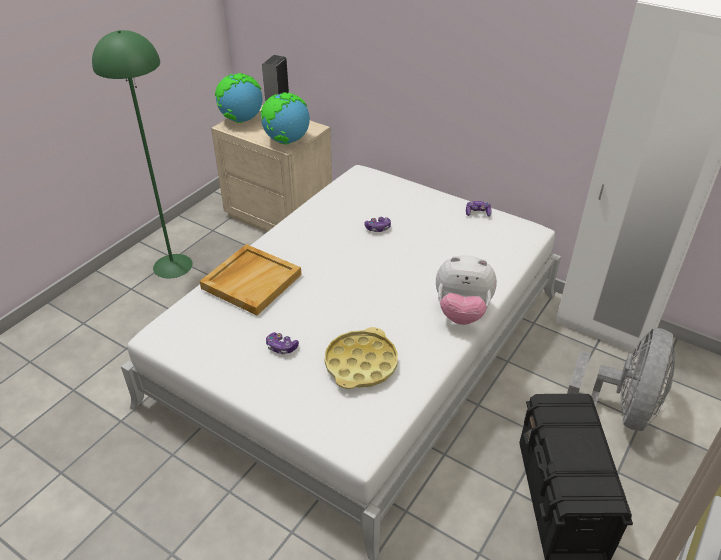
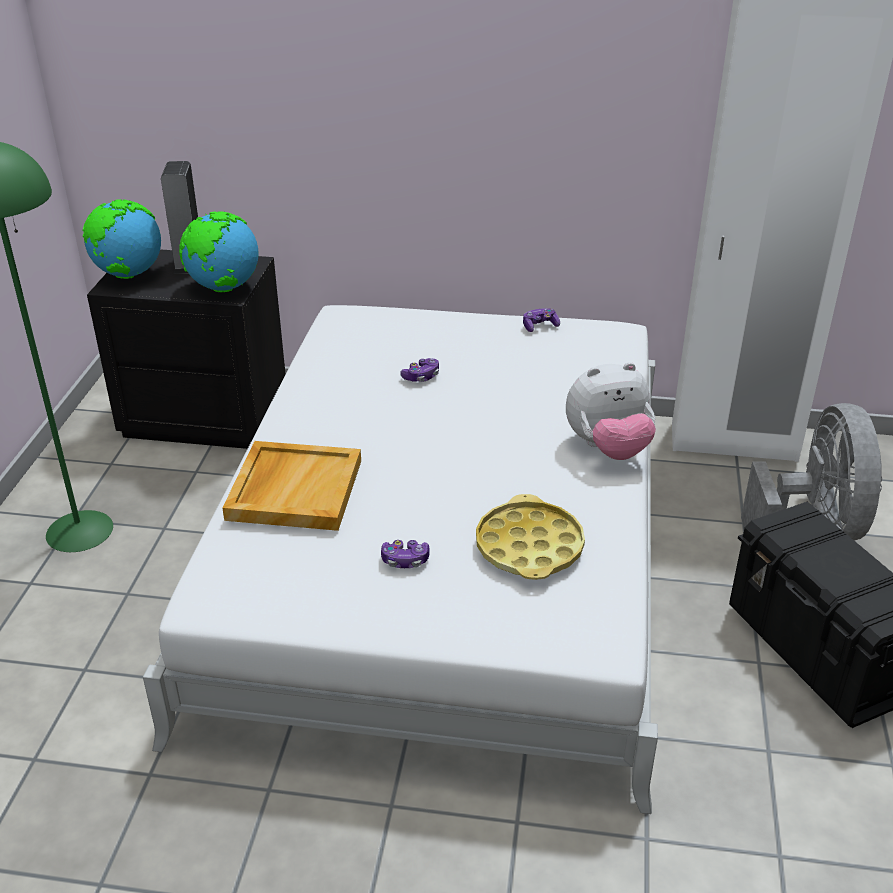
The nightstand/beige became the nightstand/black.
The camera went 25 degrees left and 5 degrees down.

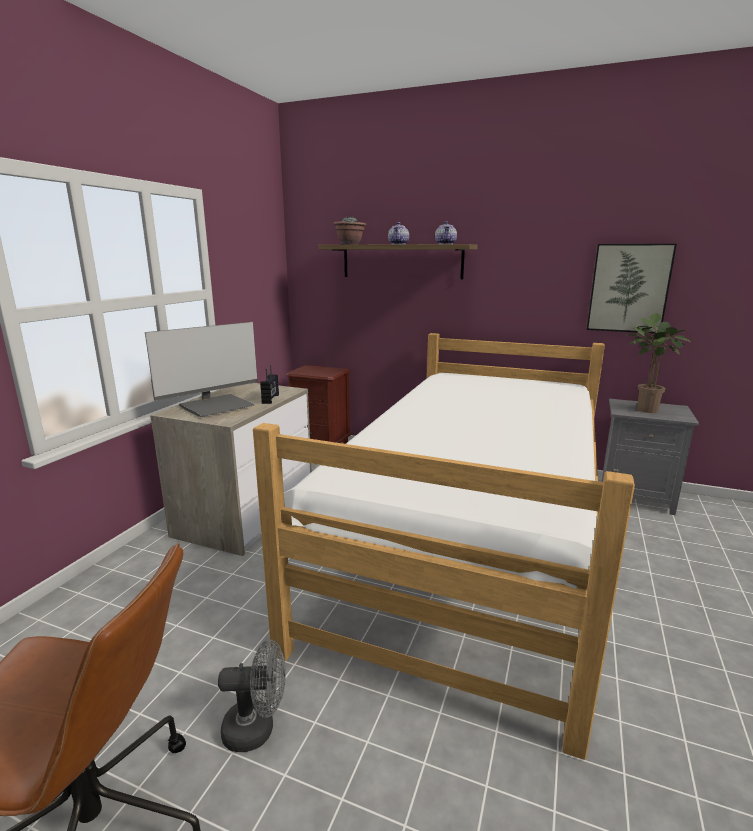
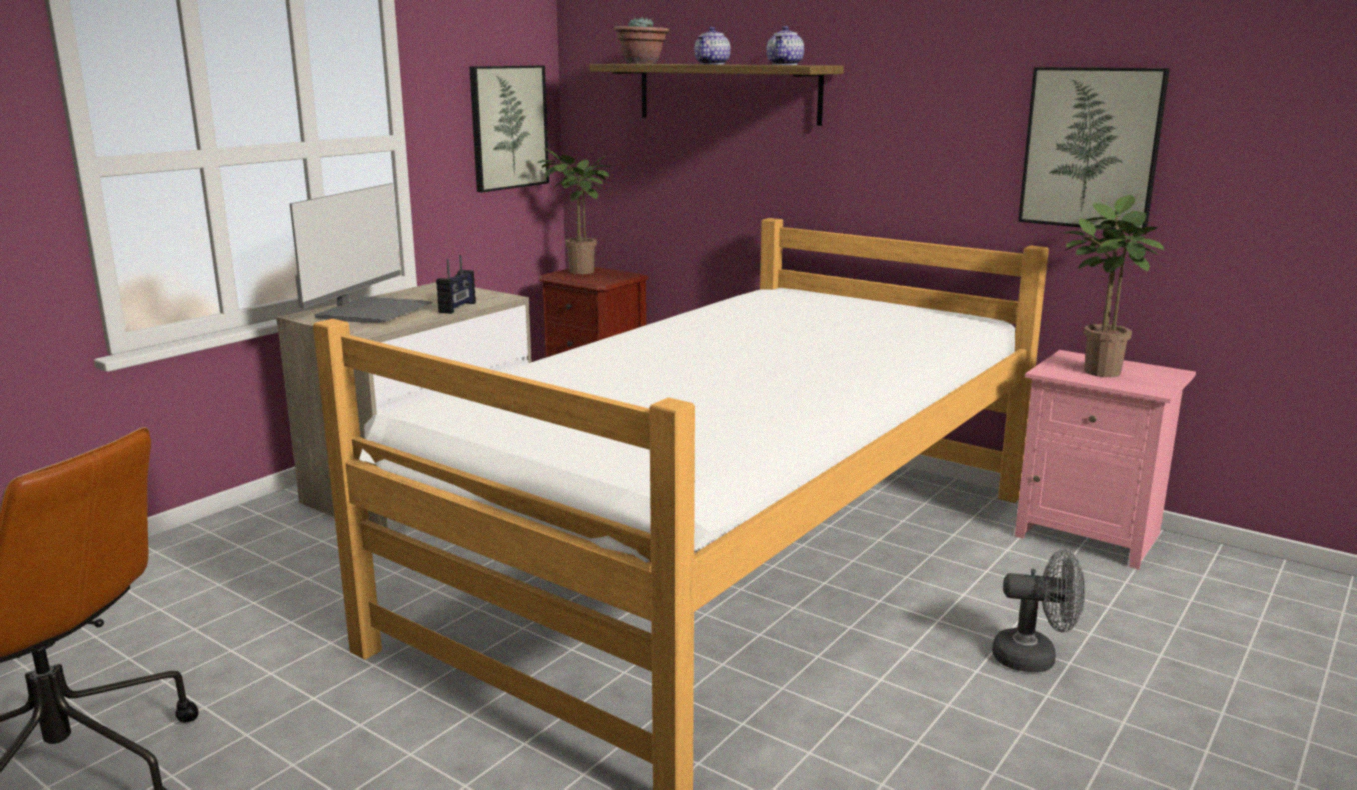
The picture (1st from left) appeared.
The potted plant (1st from left) appeared.
The fan/grey moved.
The nightstand/grey became the nightstand/pink.
The monitor turned 45 degrees counterclockwise.
The camera went 15 degrees right and 0 degrees up.

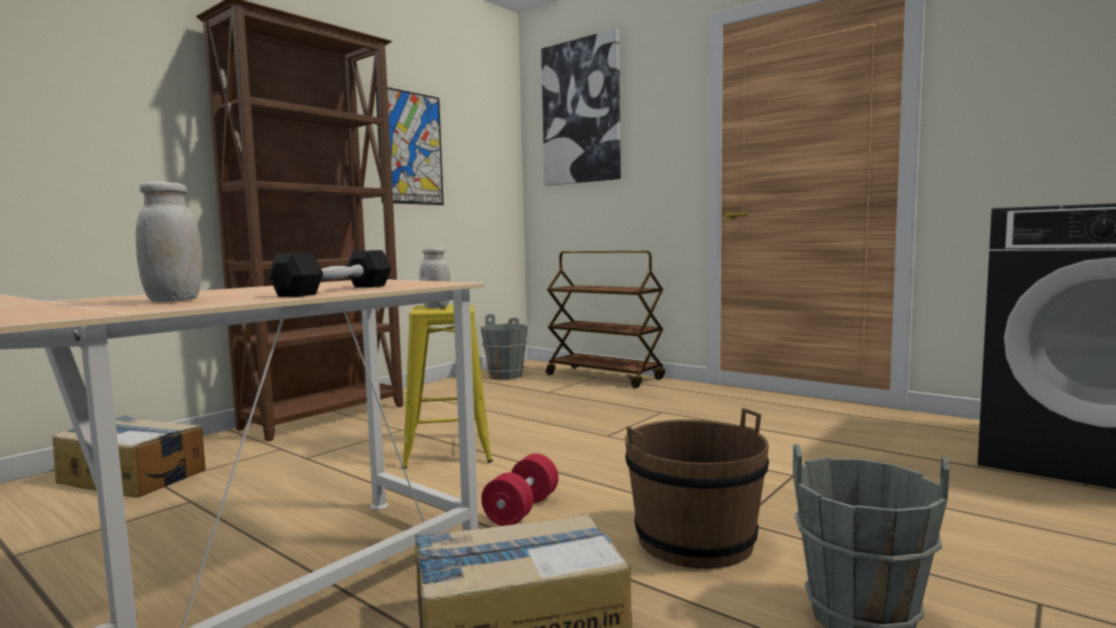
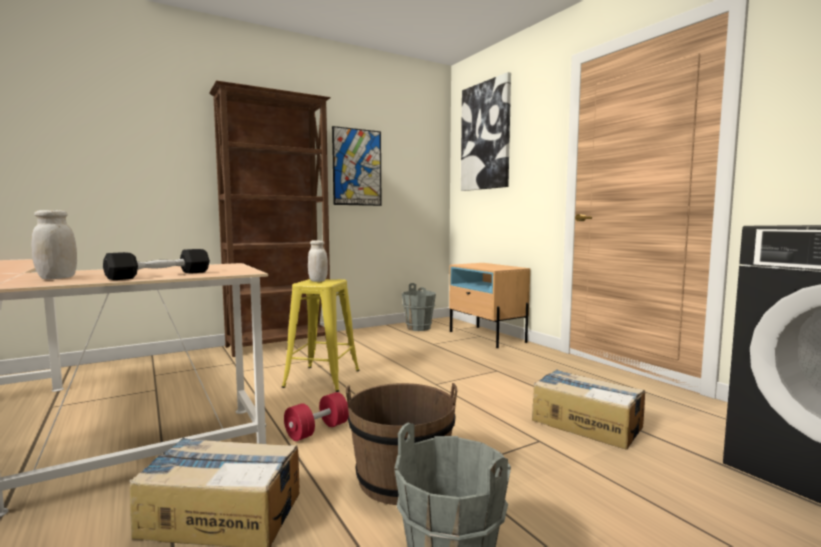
The cardboard box (1st from left in the first image) moved.
The cart/brown was replaced by the nightstand/beige.
The camera went 20 degrees right and 0 degrees up.

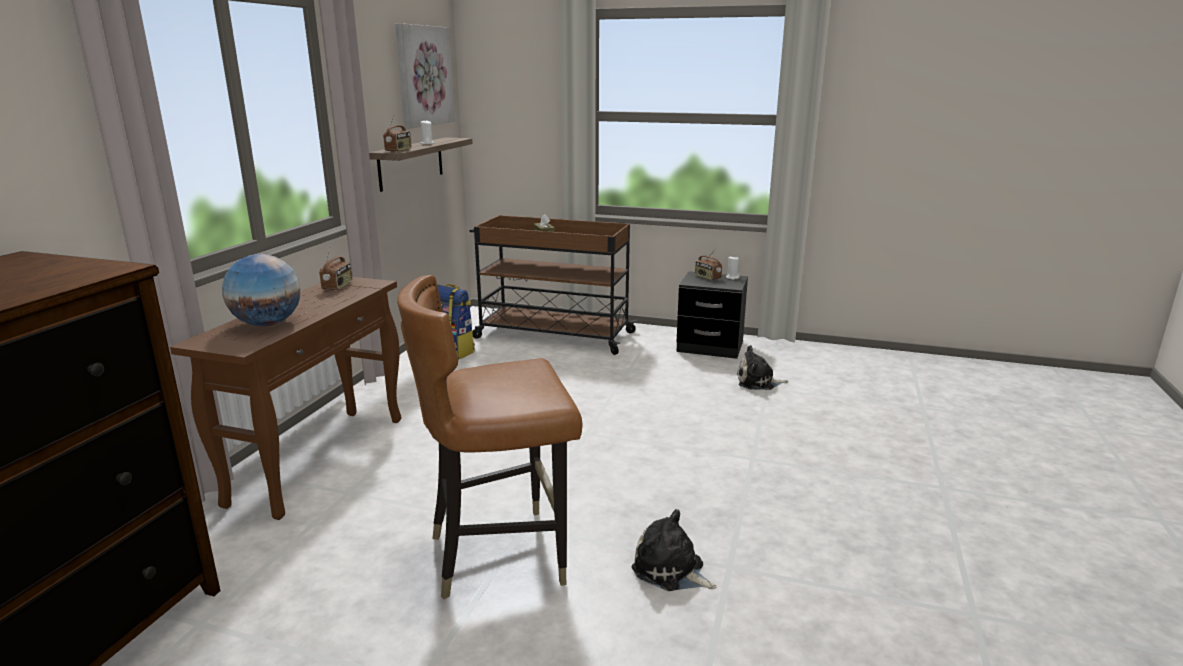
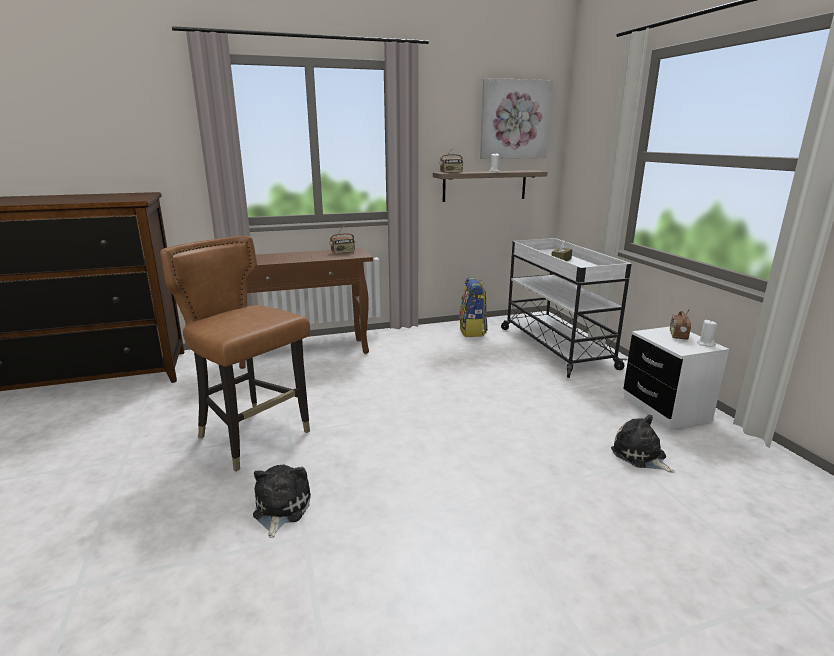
The globe disappeared.
The cart/brown became the cart/white.
The nightstand/black became the nightstand/white.
The camera went 55 degrees right and 0 degrees up.

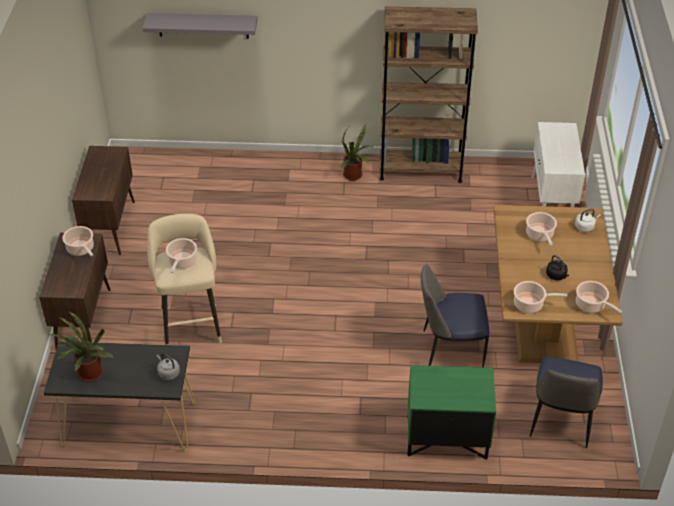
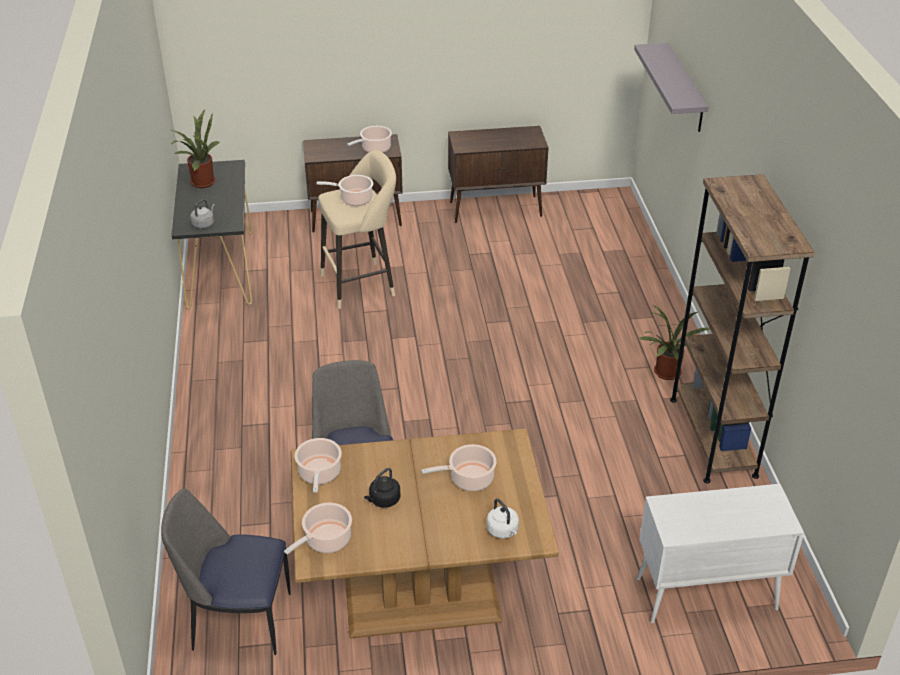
The nightstand/green disappeared.
The camera went 80 degrees right and 5 degrees down.

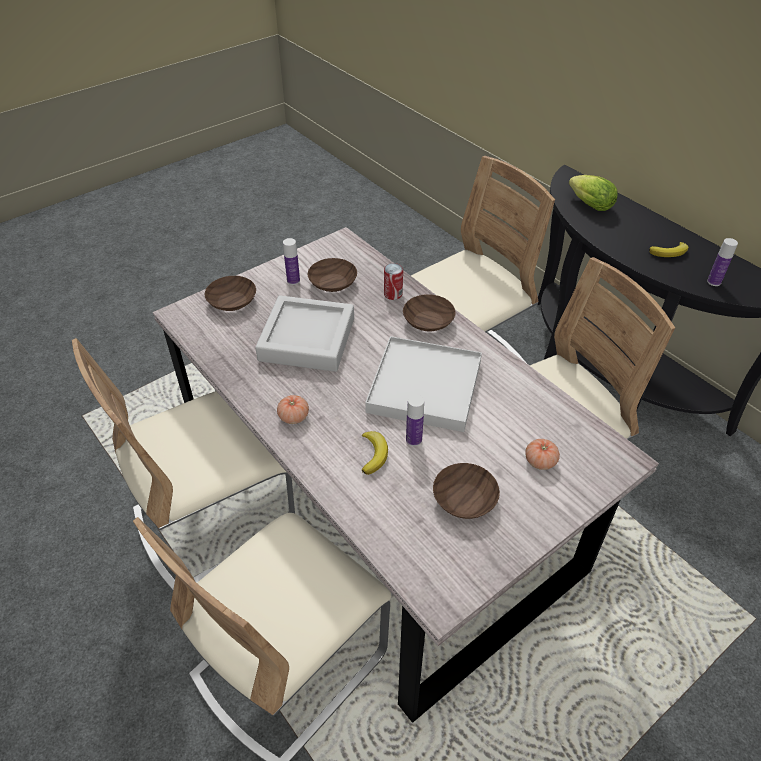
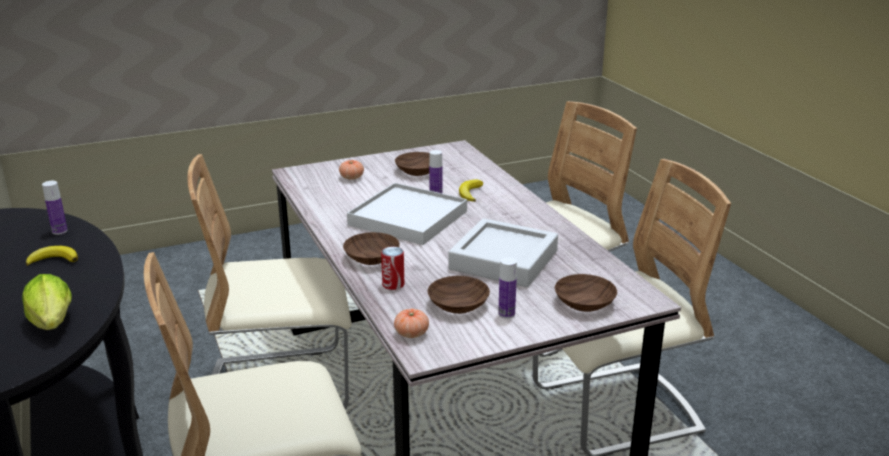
The tomato (1st from left in the first image) moved.
The camera went 165 degrees left and 20 degrees down.

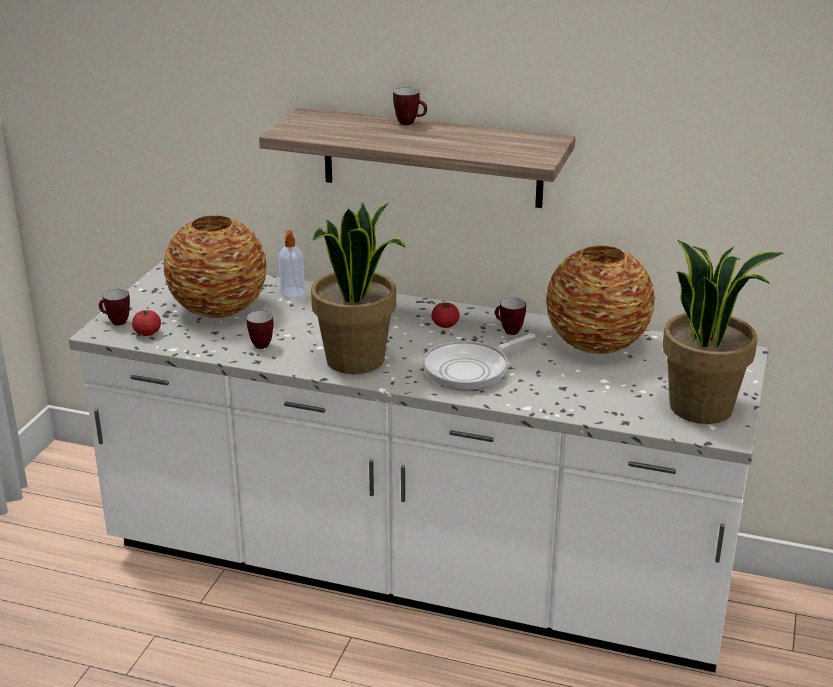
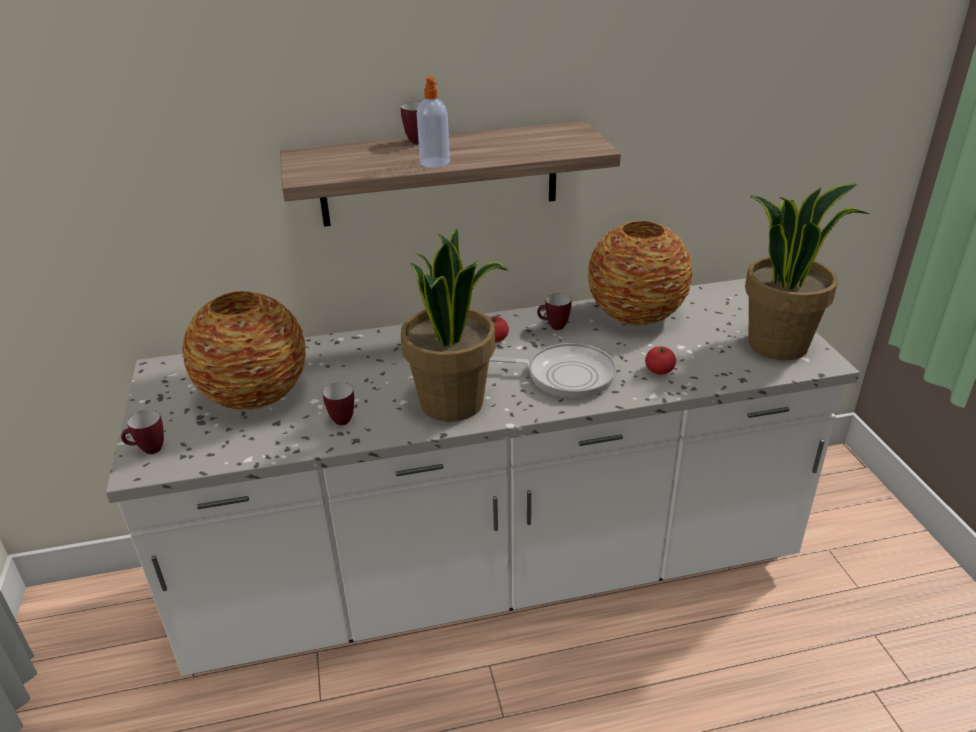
The tomato (1st from left in the first image) moved.
The soap dispenser moved.
The frying pan turned 105 degrees counterclockwise.
The camera went 30 degrees left and 5 degrees up.

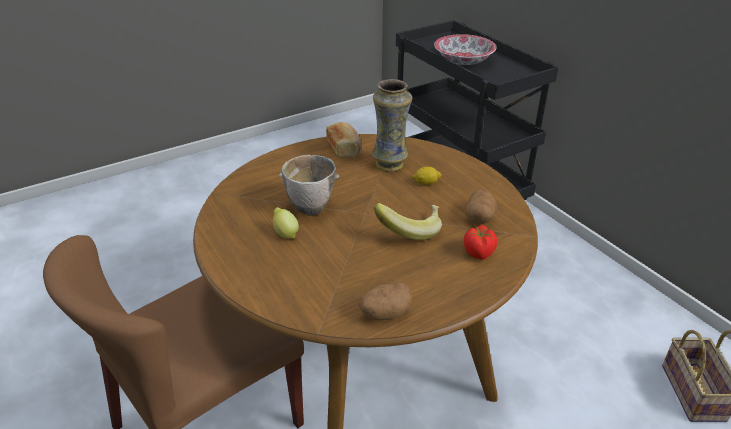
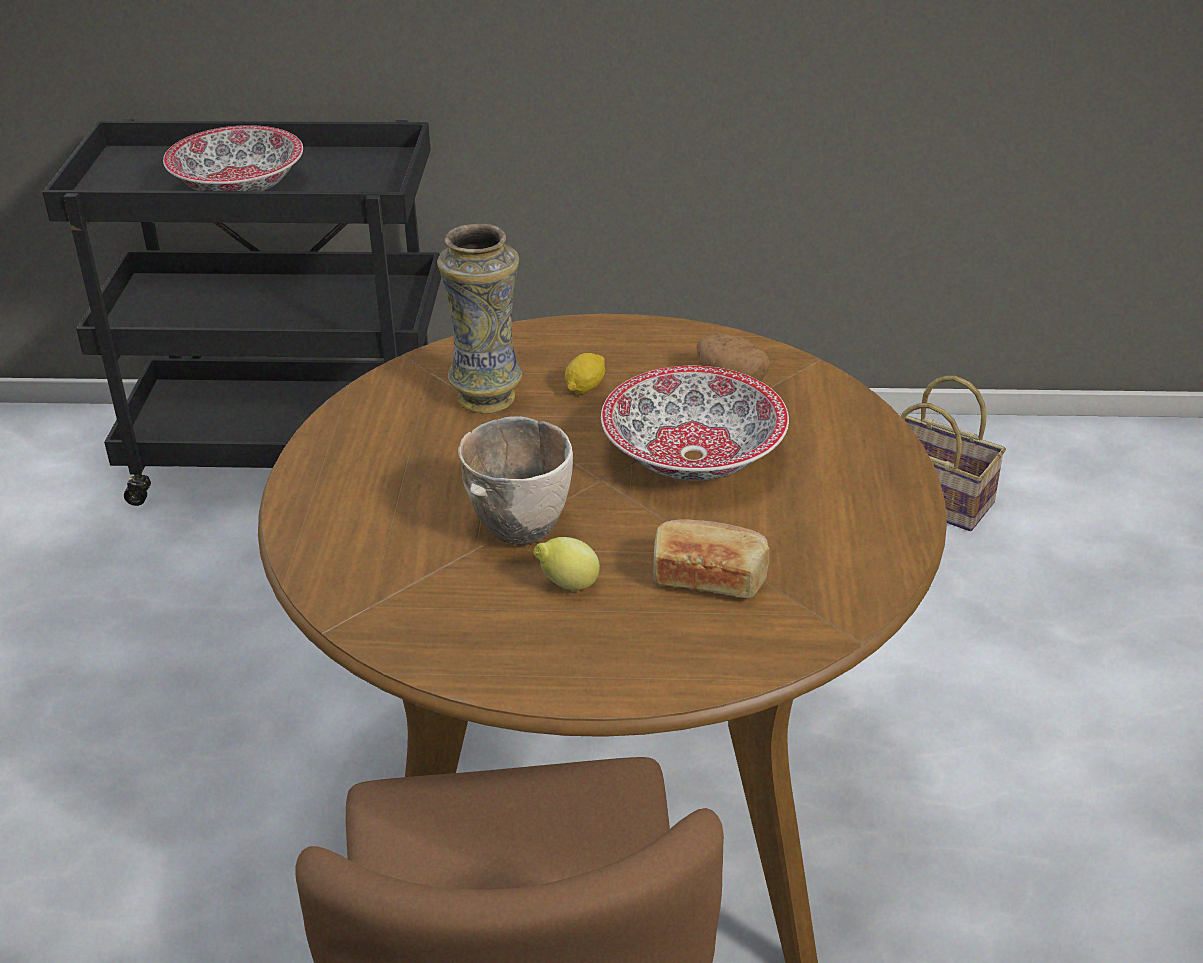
The potato (1st from left) disappeared.
The tomato disappeared.
The bread moved.
The banana was replaced by the bowl (3rd from left).
The camera went 55 degrees left and 0 degrees up.

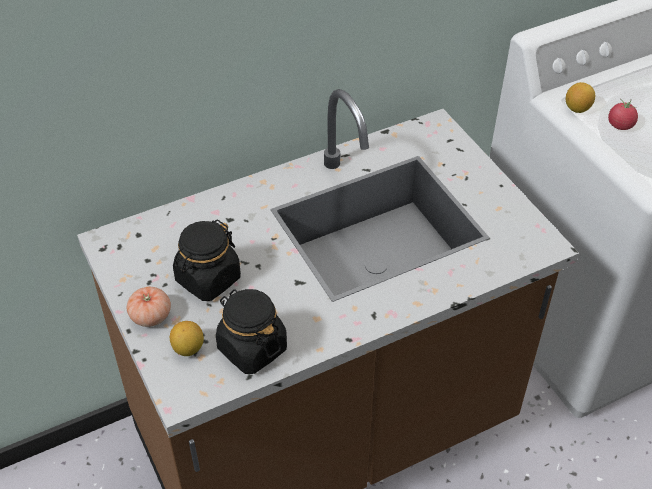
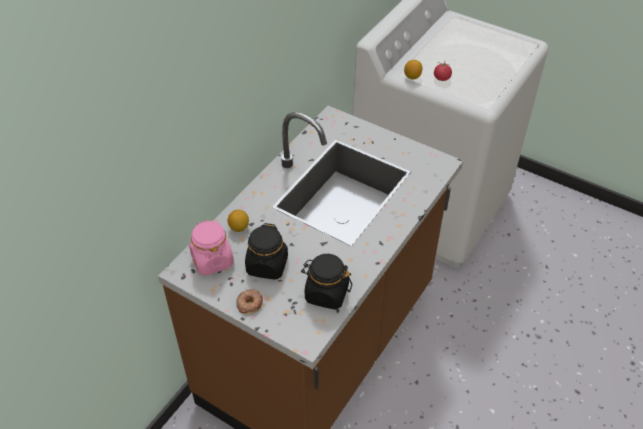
The jar/pink appeared.
The lemon (1st from left) moved.
The tomato (1st from left) was replaced by the donut.
The camera went 30 degrees left and 0 degrees up.

